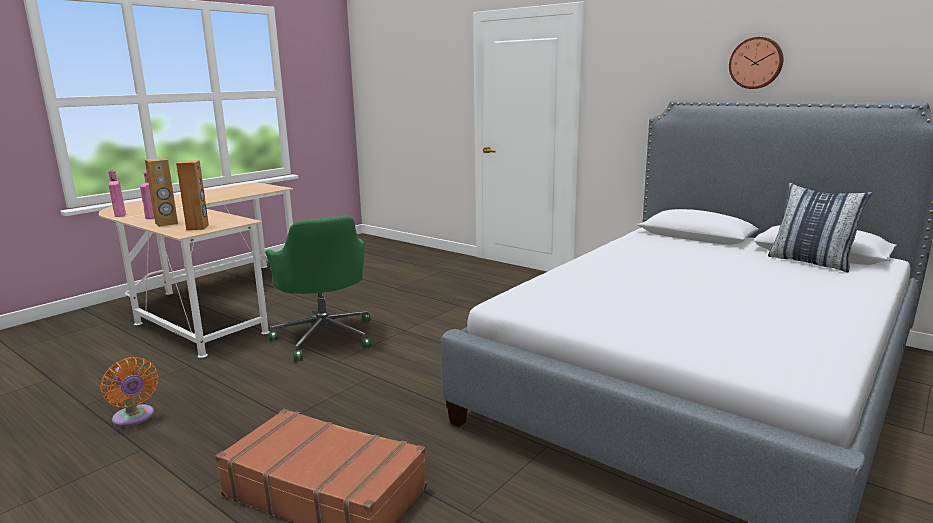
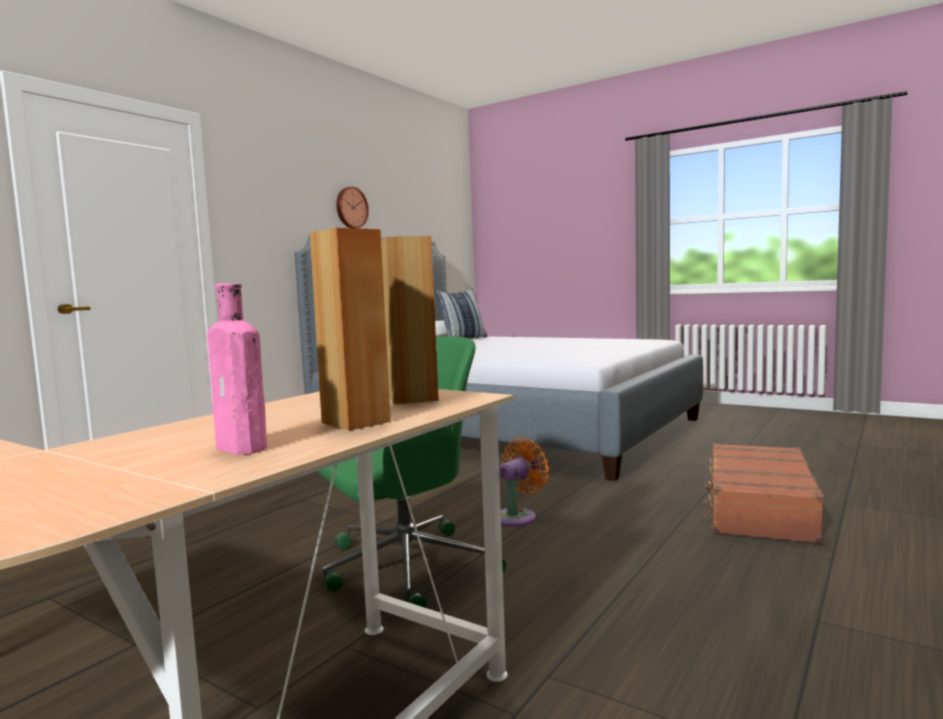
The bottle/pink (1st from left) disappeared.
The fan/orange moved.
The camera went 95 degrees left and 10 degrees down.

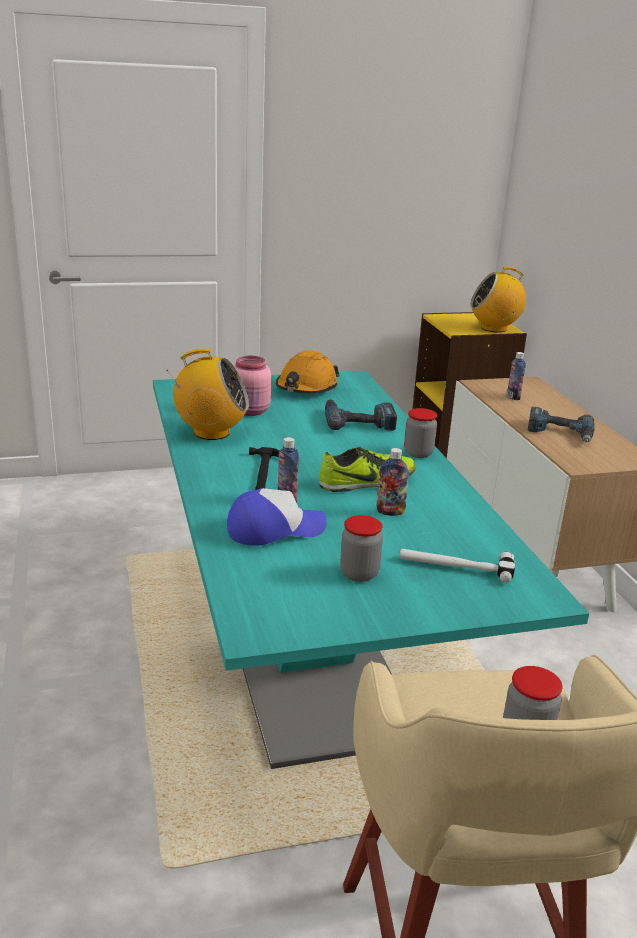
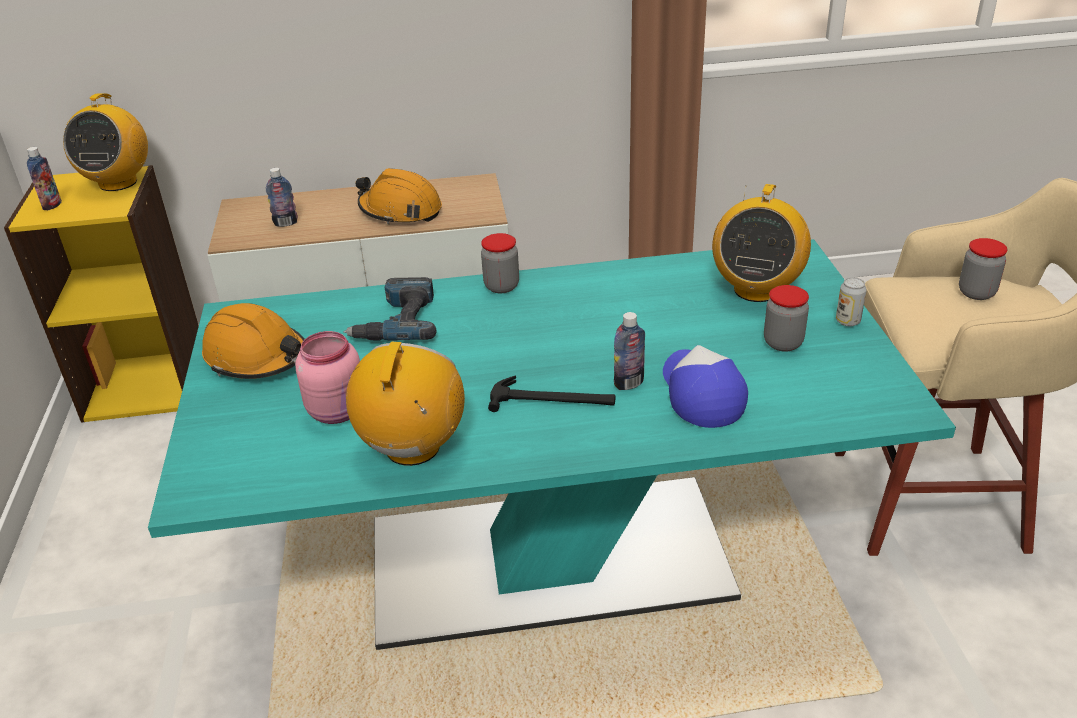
The shoe disappeared.
The can appeared.
The bottle (2nd from left in the first image) moved.
The hammer (2nd from left) was replaced by the radio (3rd from left).
The power drill (2nd from left) was replaced by the hard hat/orange (2nd from left).
The camera went 80 degrees left and 10 degrees up.

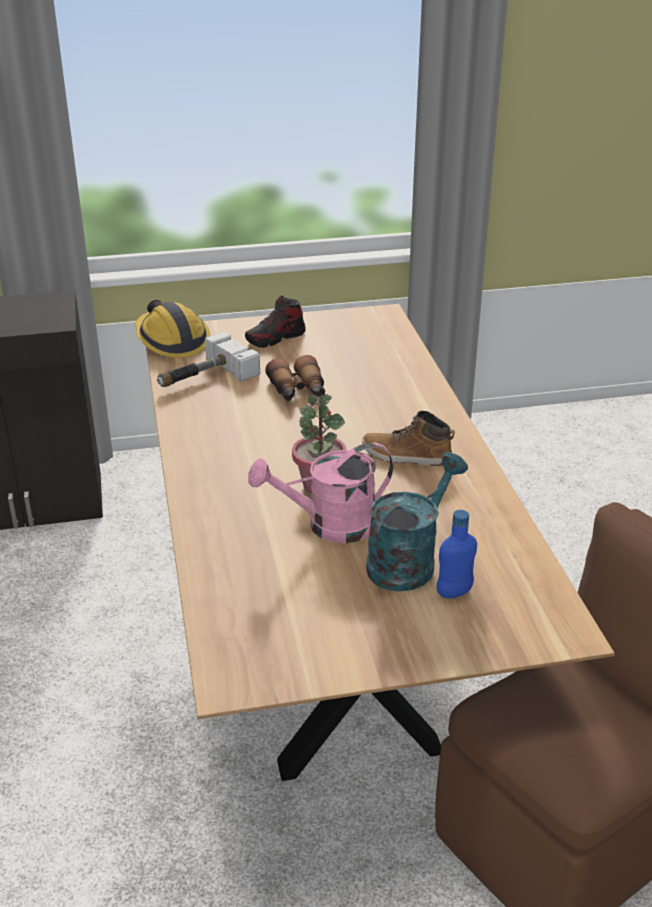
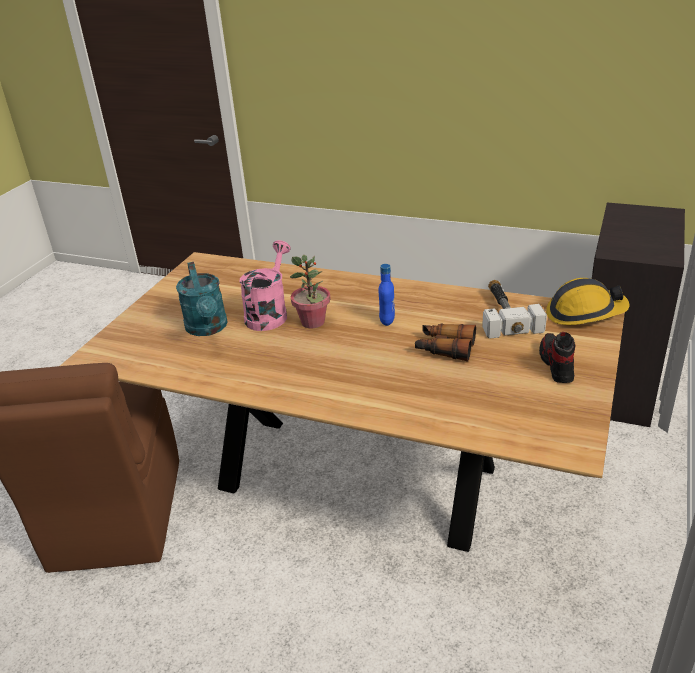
The boot disappeared.
The bottle/blue moved.
The camera went 125 degrees right and 0 degrees up.

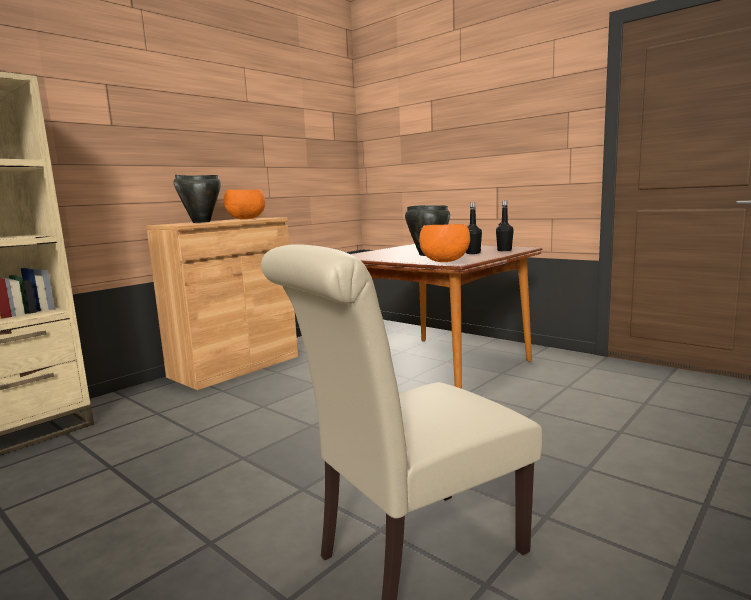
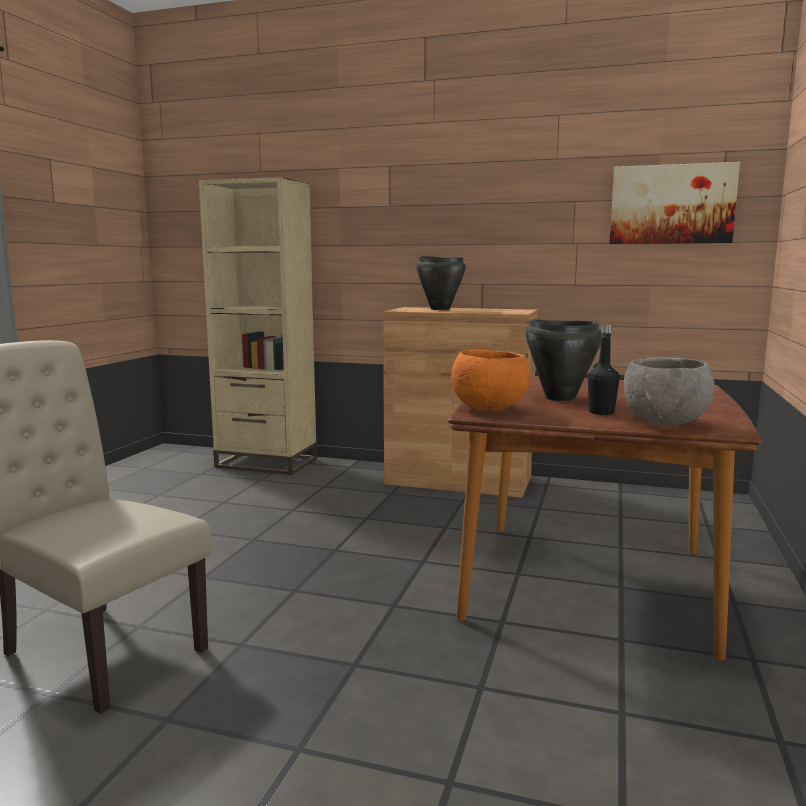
The bowl/orange (1st from left) disappeared.
The picture appeared.
The bottle/black (2nd from left) was replaced by the bowl/grey.
The camera went 65 degrees right and 0 degrees up.

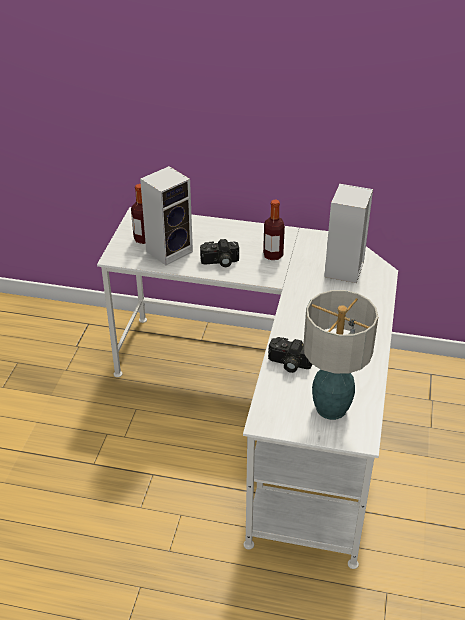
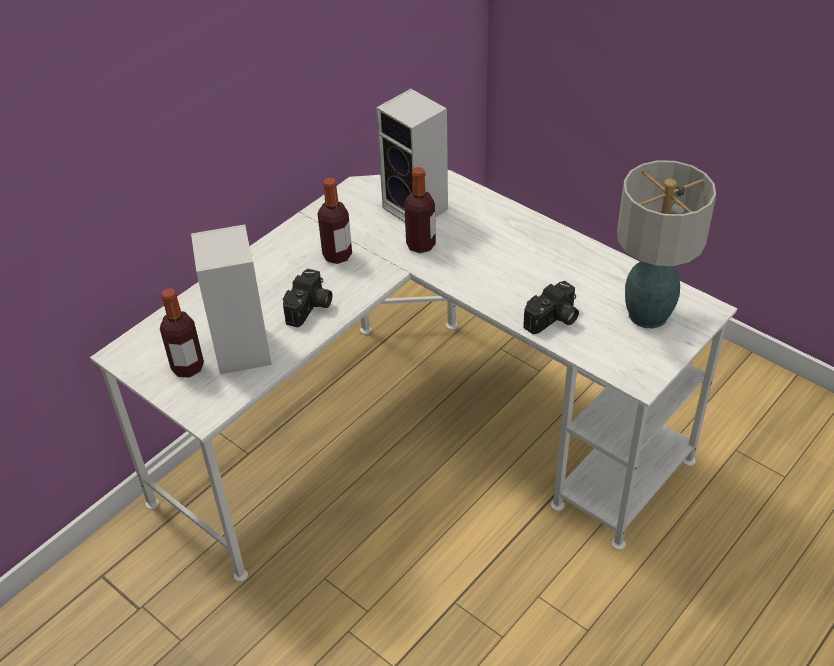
The bottle (3rd from left) appeared.
The camera went 60 degrees left and 5 degrees up.

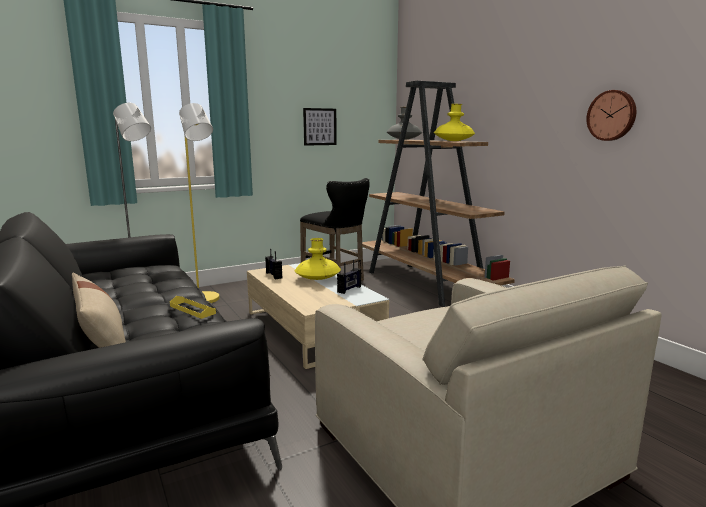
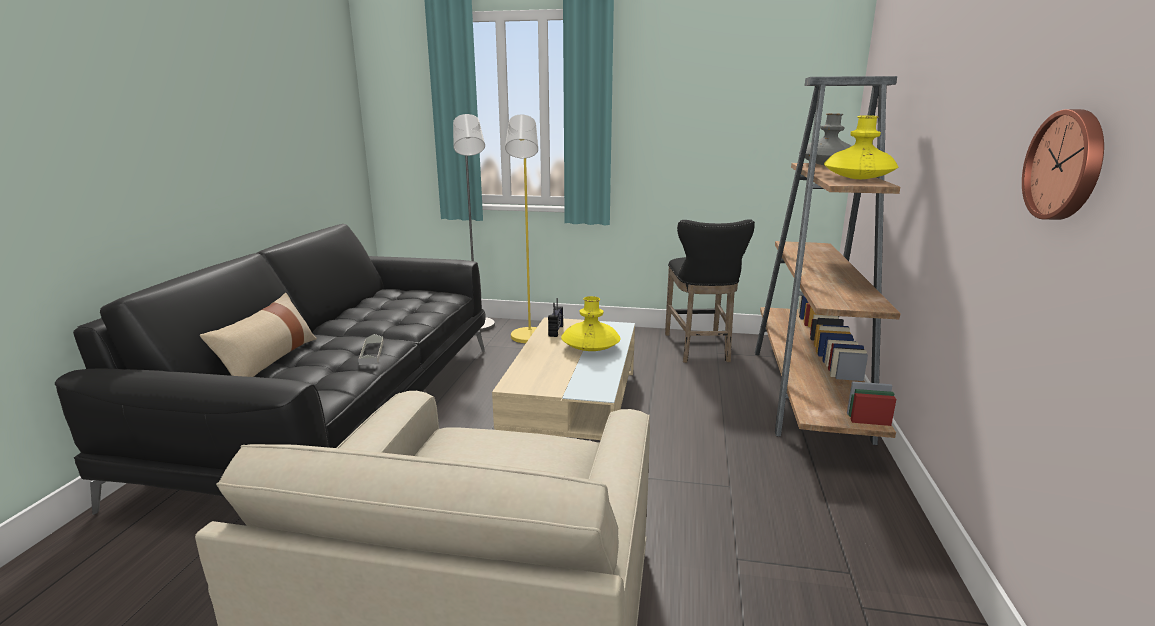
The picture disappeared.
The radio (2nd from left) disappeared.
The tray/yellow became the tray/grey.
The camera went 40 degrees right and 5 degrees up.

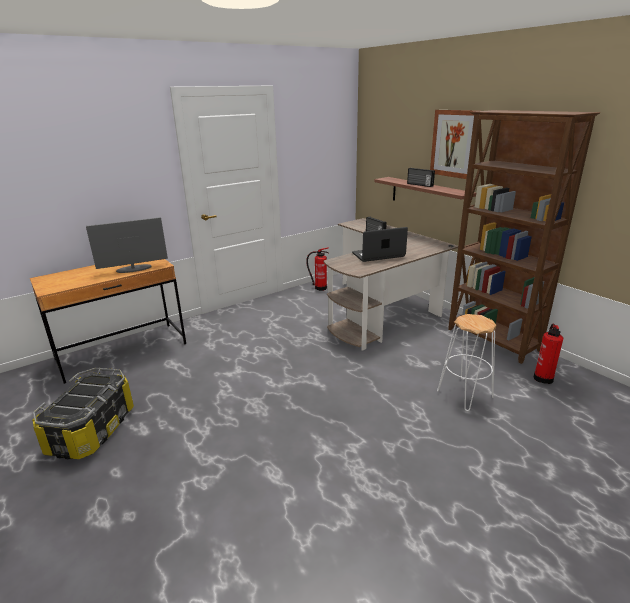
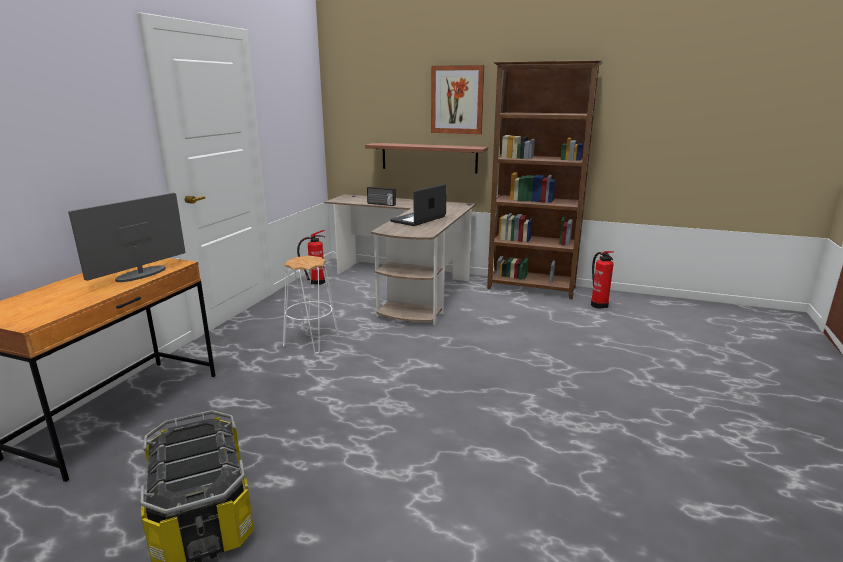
The radio (2nd from left) disappeared.
The stool/white moved.
The camera went 35 degrees left and 5 degrees down.

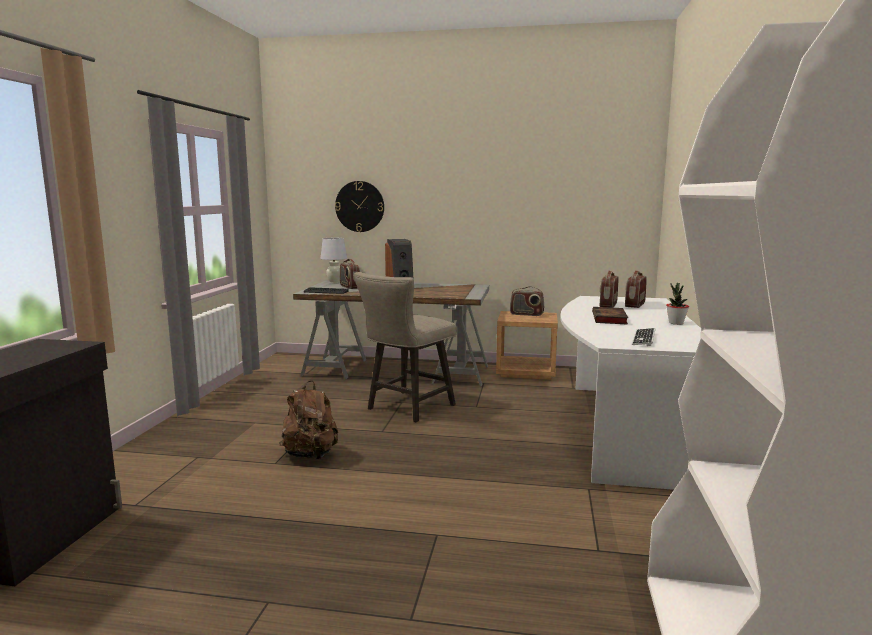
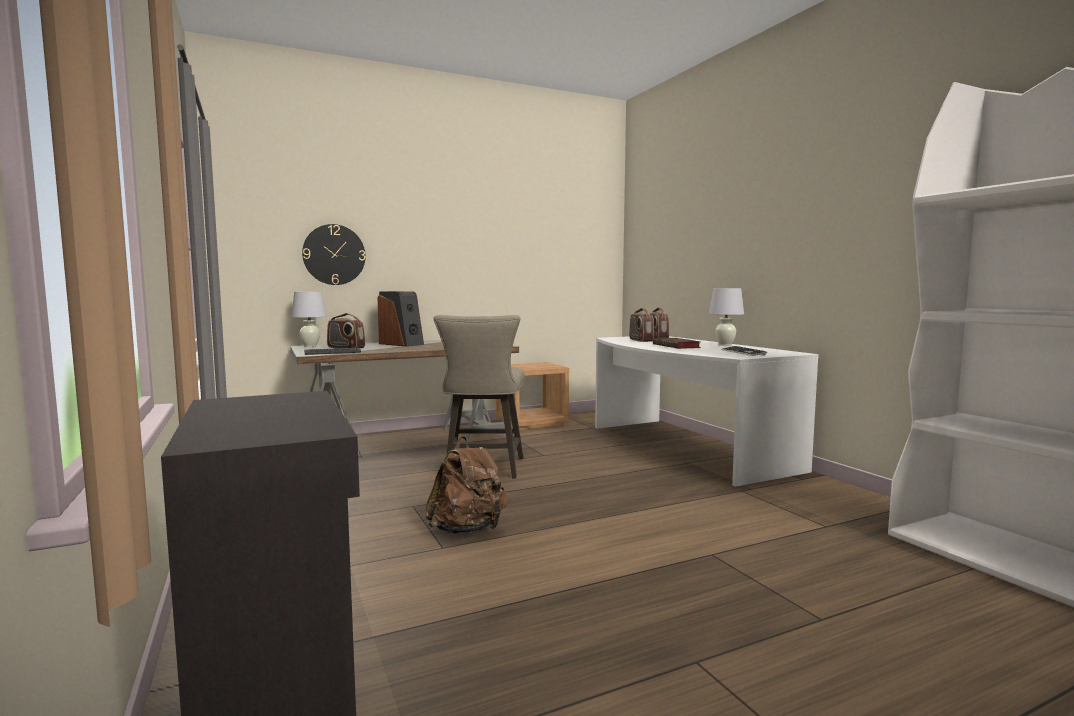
The radio (2nd from left) disappeared.
The potted plant was replaced by the table lamp/white (2nd from left).
The camera went 35 degrees left and 5 degrees down.

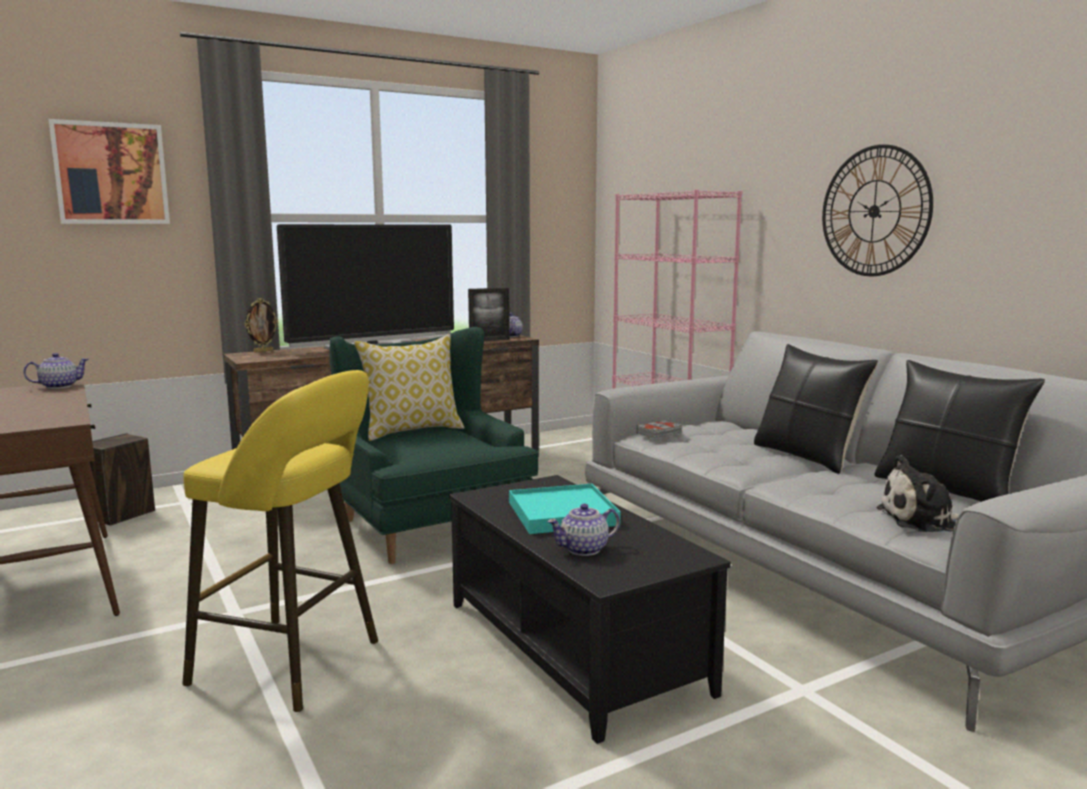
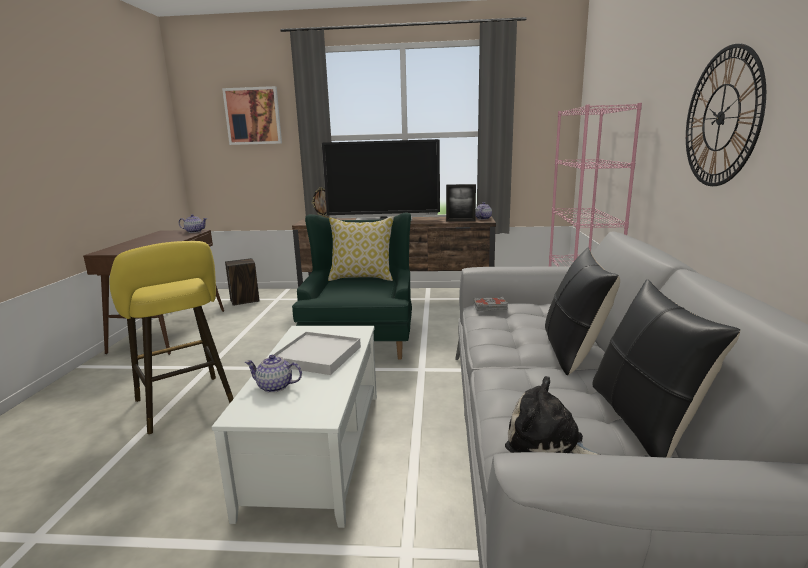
The coffee table/black became the coffee table/white.
The tray/turquoise became the tray/white.
The camera went 35 degrees right and 5 degrees up.

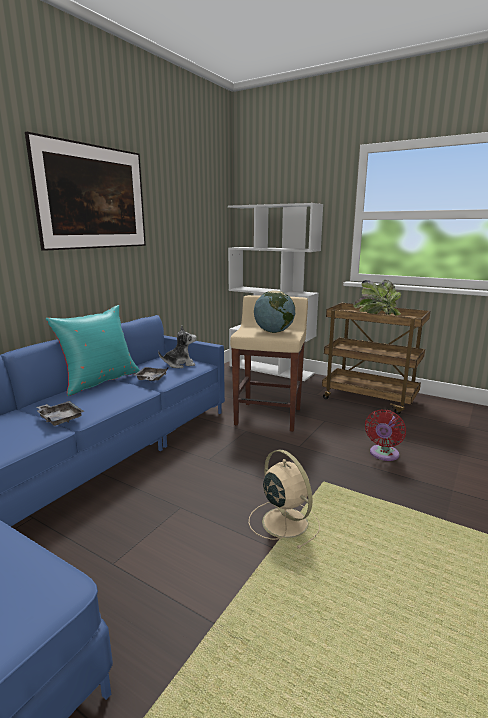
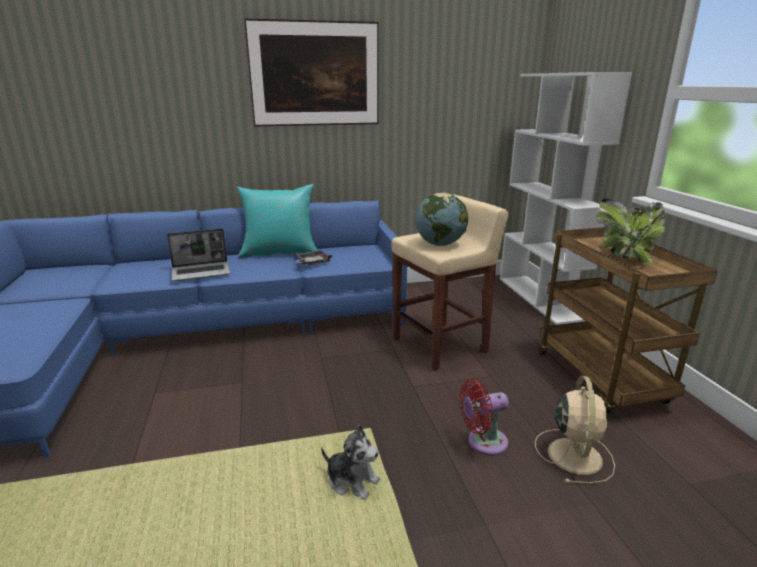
The plush toy moved.
The fan/beige moved.
The tray/grey (1st from left) was replaced by the laptop.
The camera went 45 degrees right and 5 degrees up.

